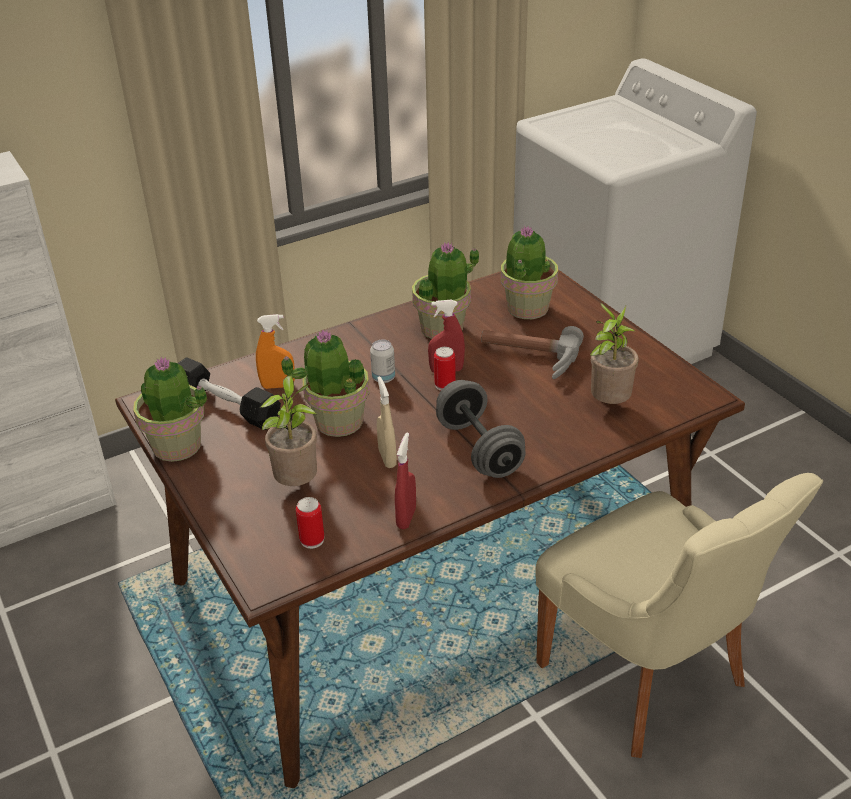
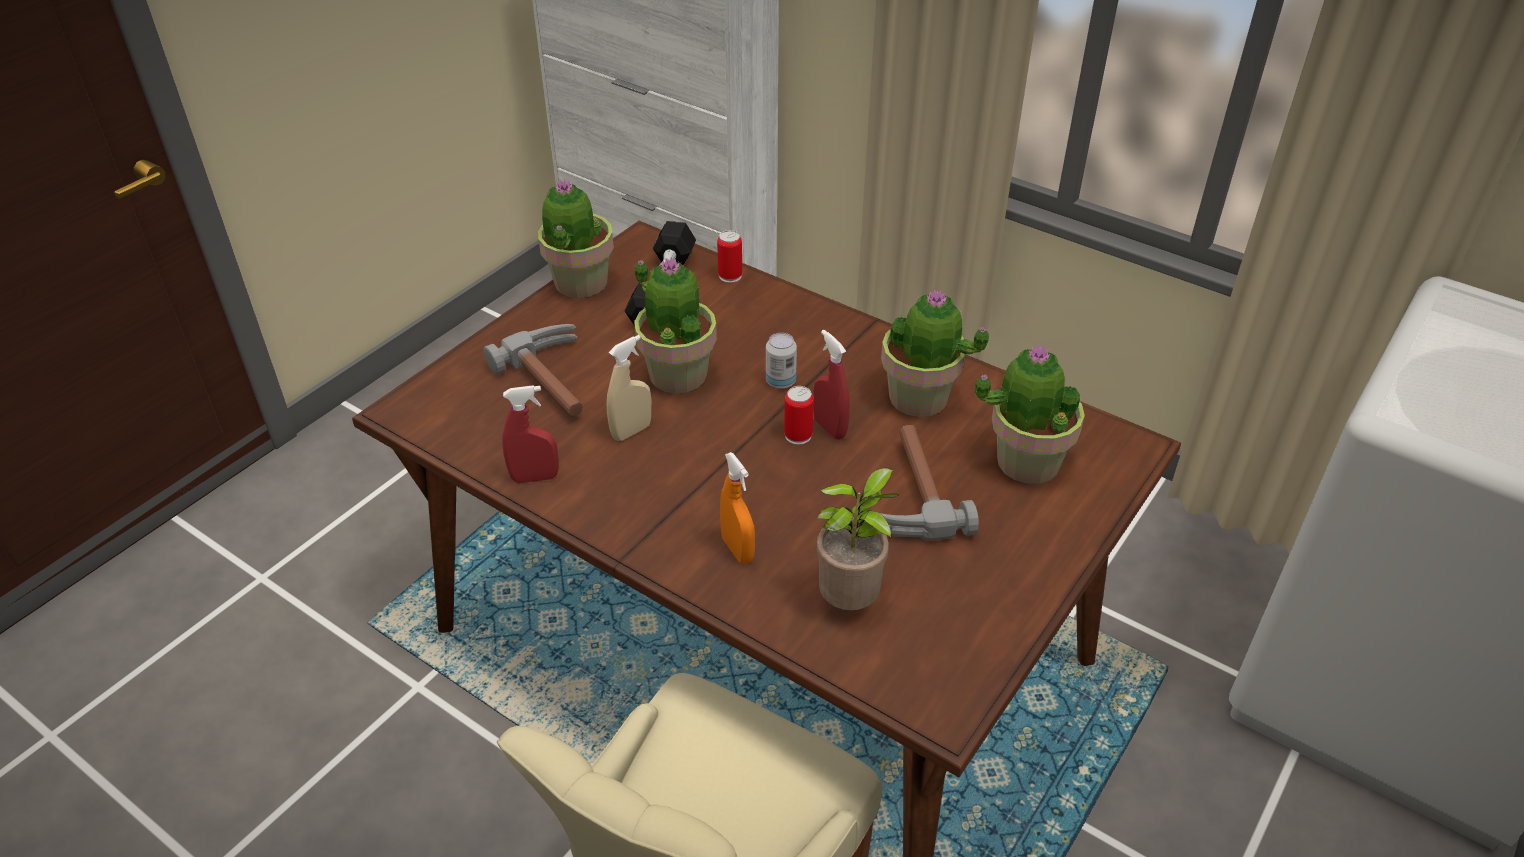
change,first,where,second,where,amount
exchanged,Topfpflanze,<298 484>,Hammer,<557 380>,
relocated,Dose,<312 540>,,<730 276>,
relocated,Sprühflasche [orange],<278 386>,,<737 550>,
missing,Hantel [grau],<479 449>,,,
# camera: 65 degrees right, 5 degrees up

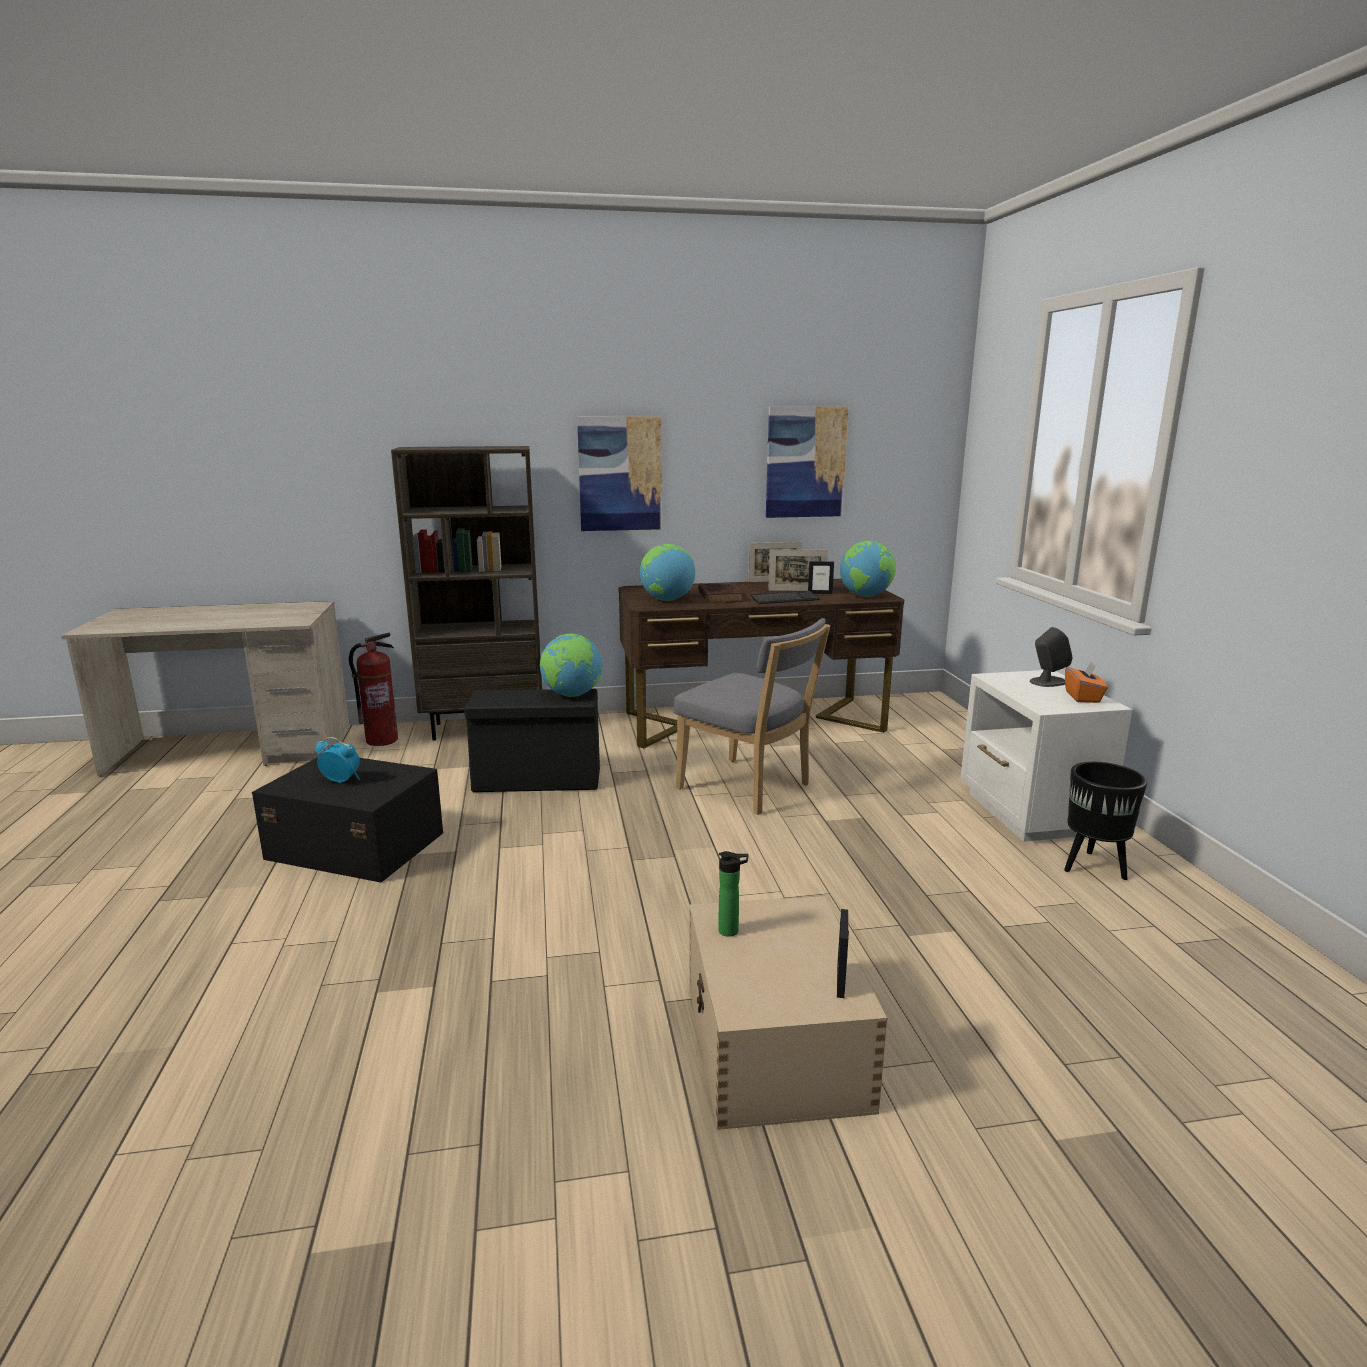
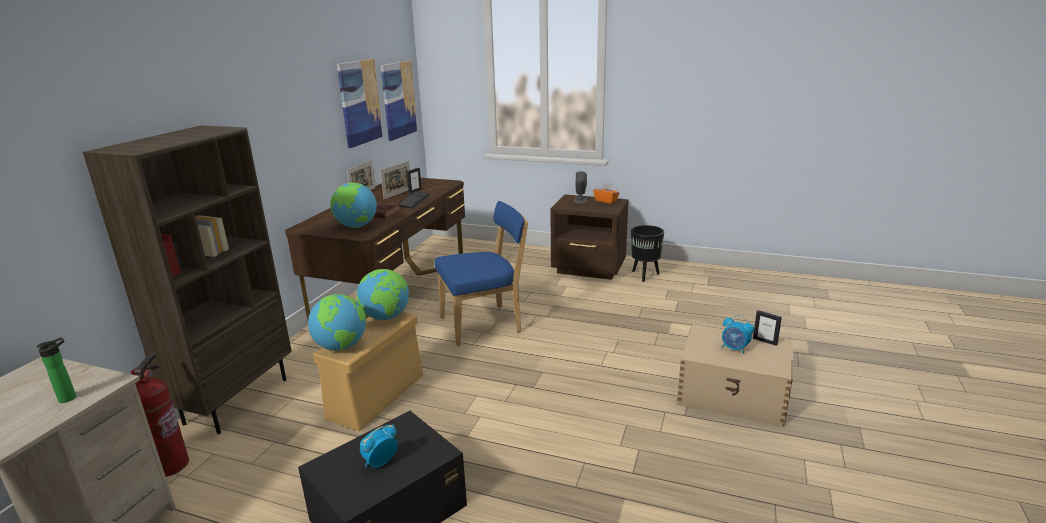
change,first,where,second,where,amount
relocated,Flasche,<731 931>,,<70 397>,
relocated,Globus,<866 596>,,<341 346>,
colour,Aufbewahrungsbox [schwarz],<539 780>,Aufbewahrungsbox [beige],<377 395>,
relocated,Bild,<620 474>,,<398 100>,
colour,Stuhl [grau],<749 788>,Stuhl [blau],<484 324>,
colour,Nachttisch [weiß],<1029 814>,Nachttisch [braun],<589 269>,
appeared,,,Wecker,<734 349>,
# camera: 60 degrees left, 5 degrees up

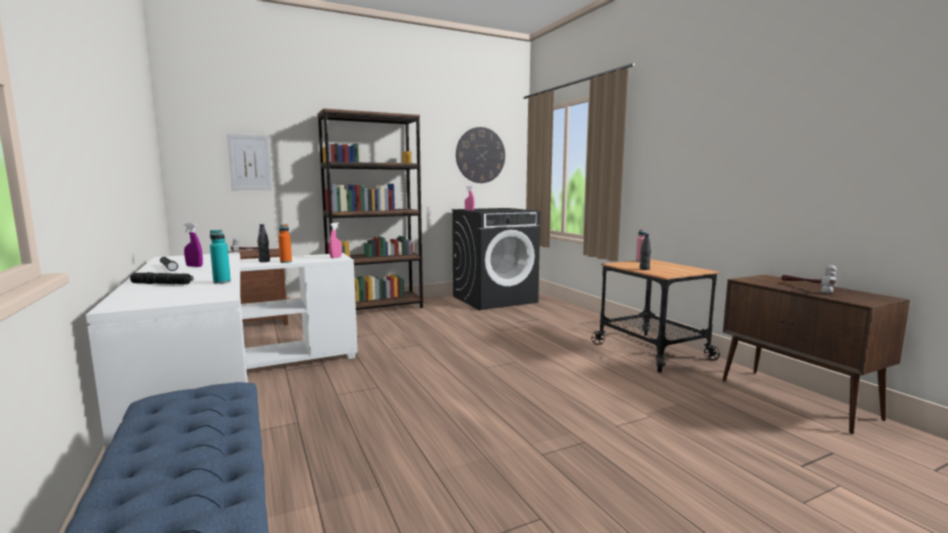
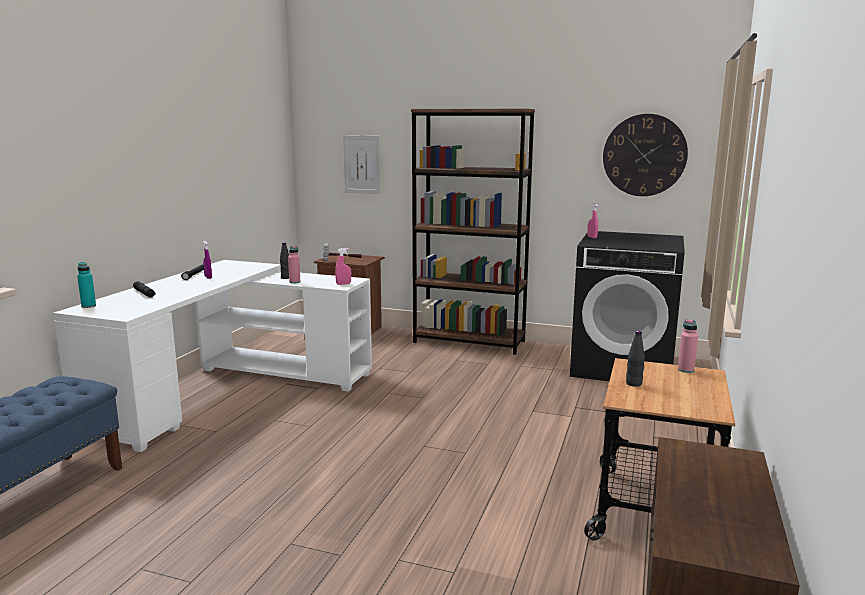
change,first,where,second,where,amount
relocated,Flasche [türkis],<222 282>,,<88 306>,
colour,Flasche [orange],<286 262>,Flasche [rosa],<294 282>,
missing,Hammer,<806 287>,,,
# camera: 45 degrees right, 5 degrees up

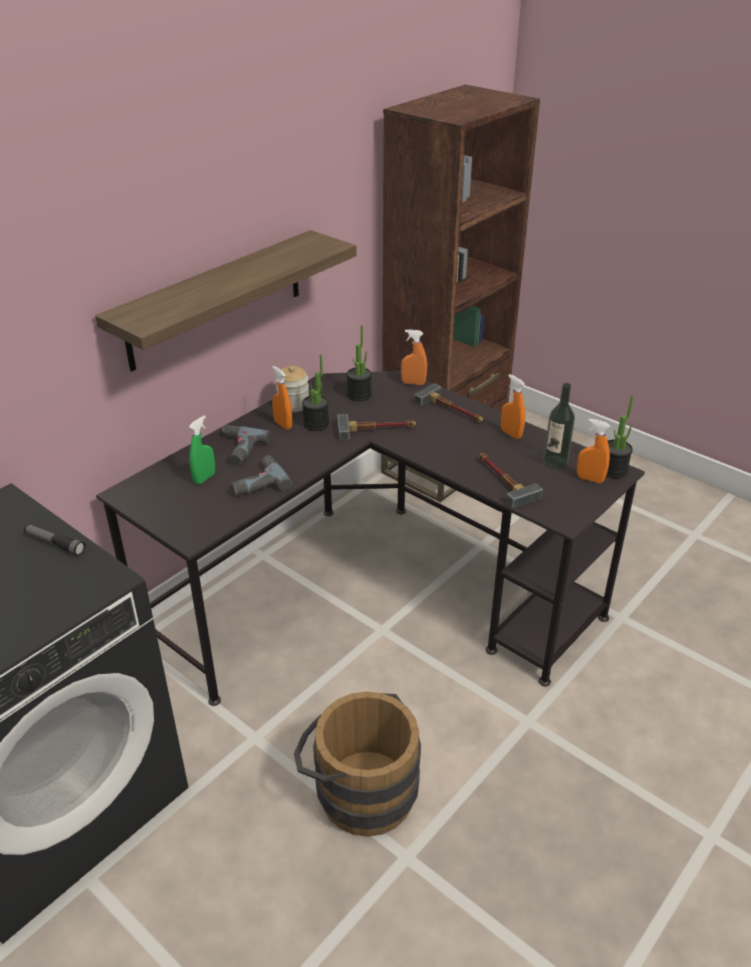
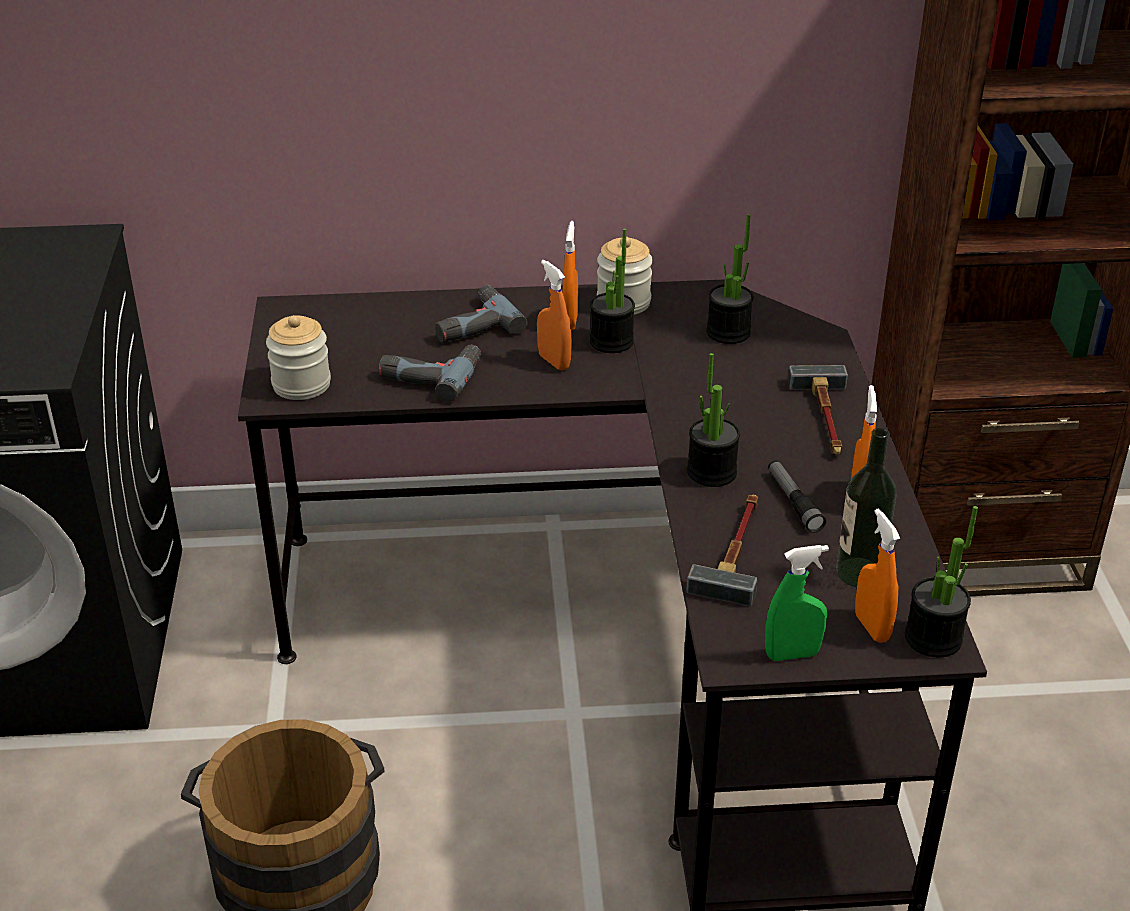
change,first,where,second,where,amount
appeared,,,Vorratsglas,<301 385>,
relocated,Sprühflasche [orange],<413 383>,,<554 362>,
appeared,,,Topfpflanze,<711 472>,
relocated,Sprühflasche [grün],<204 478>,,<792 654>,
relocated,Taschenlampe,<55 544>,,<793 502>,
missing,Wandregal,<216 299>,,,
missing,Hammer,<377 429>,,,
# camera: 45 degrees right, 0 degrees up

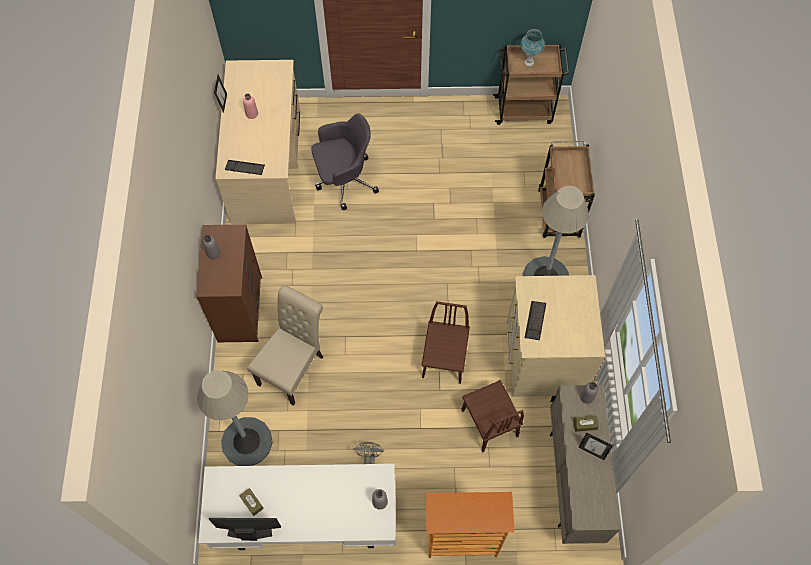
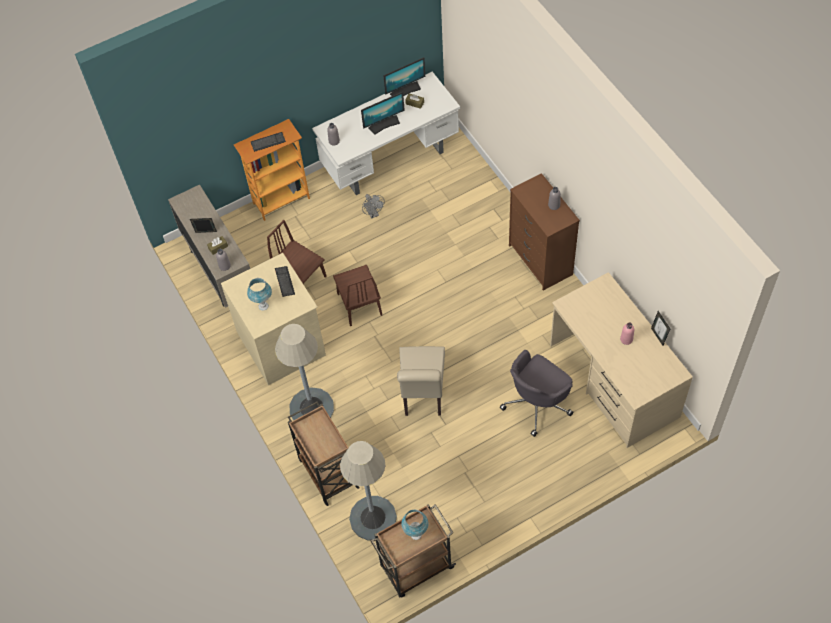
change,first,where,second,where,amount
appeared,,,Tischlampe [blau],<263 306>,
relocated,Tastatur,<245 168>,,<268 142>,
relocated,Stehlampe [grau],<246 442>,,<373 518>,
appeared,,,Monitor,<384 124>,
relocated,Stuhl [beige],<294 367>,,<423 395>,
# camera: 155 degrees right, 5 degrees down

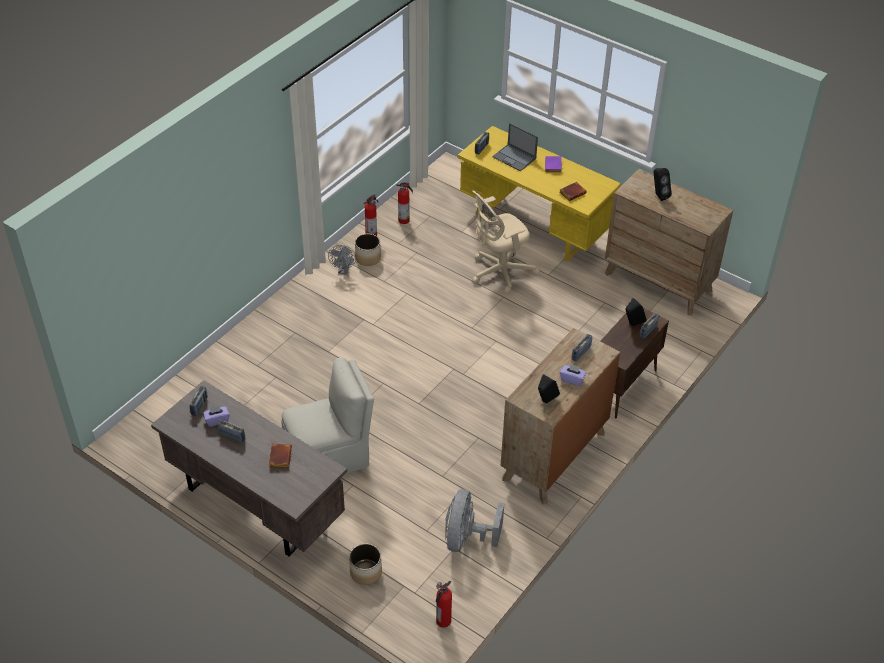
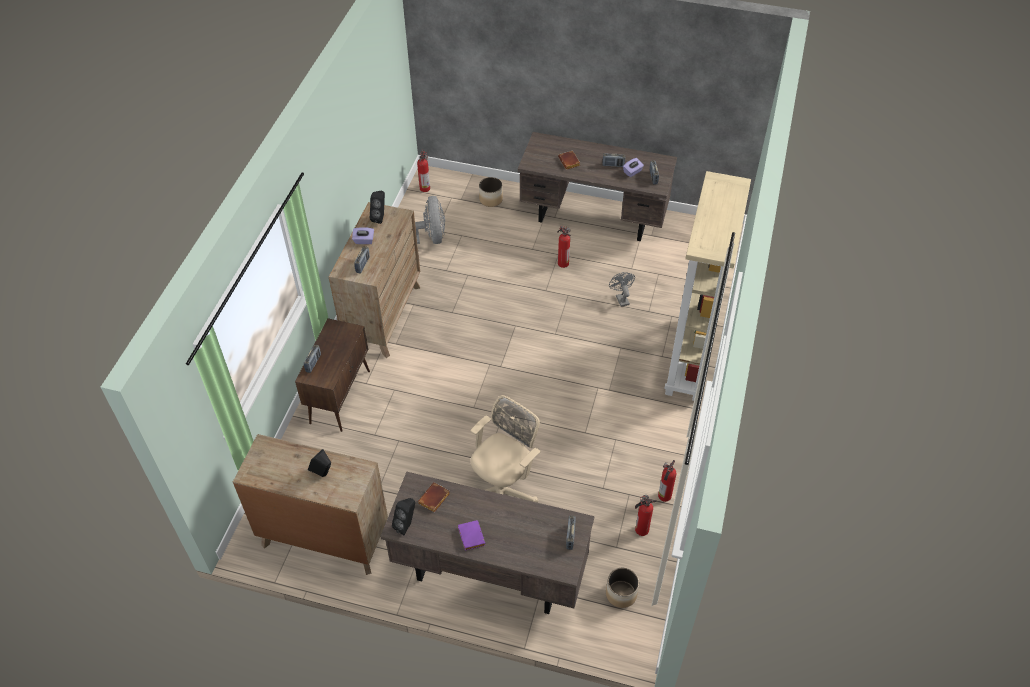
change,first,where,second,where,amount
colour,Schreibtisch [gelb],<534 227>,Schreibtisch [braun],<489 573>,
relocated,Lautsprecher [schwarz],<632 325>,,<406 525>,
exchanged,Stuhl [beige],<329 457>,Feuerlöscher,<562 263>,
relocated,Pflanzkübel,<368 258>,,<620 594>,
relocated,Ventilator [grau],<343 270>,,<621 298>,
appeared,,,Bücherregal [beige],<691 360>,
missing,Laptop,<514 158>,,,
# camera: 160 degrees right, 5 degrees up

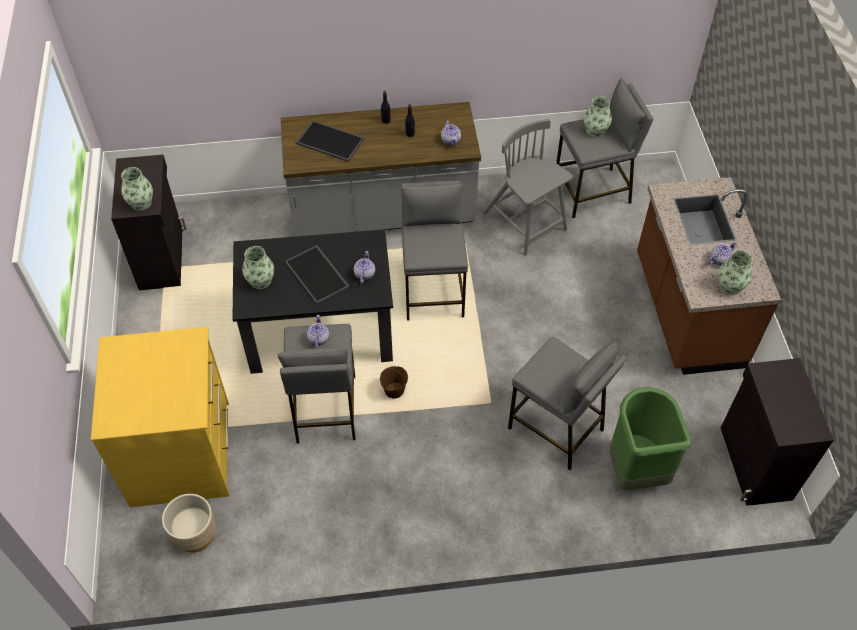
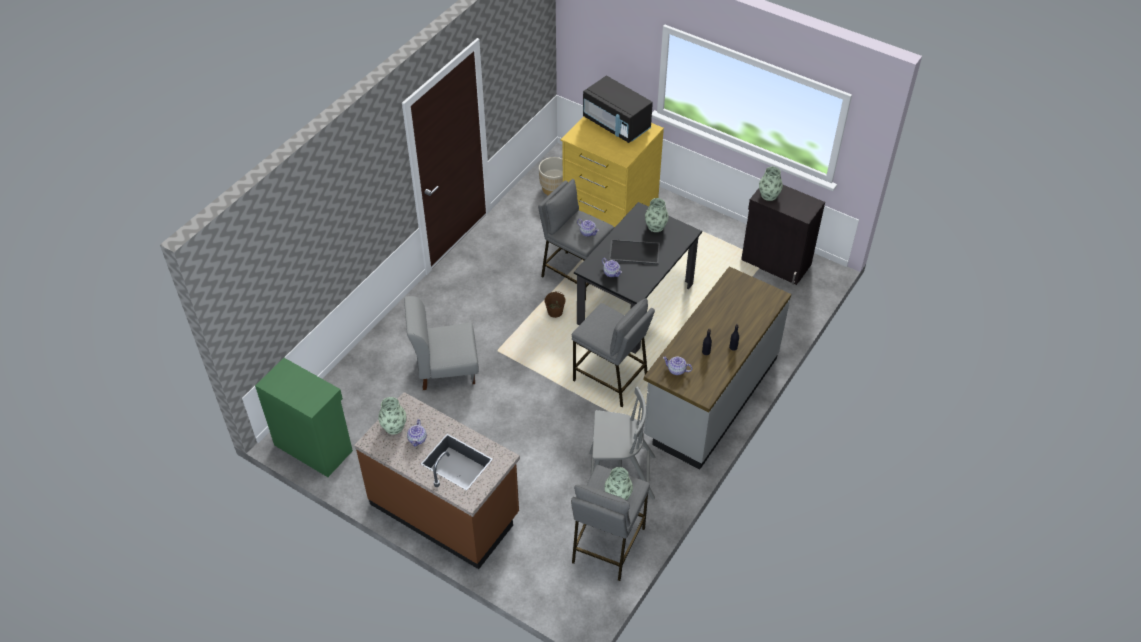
change,first,where,second,where,amount
colour,Schrank [schwarz],<754 464>,Schrank [grün],<313 446>,
exchanged,Hocker [grau],<556 429>,Stuhl [grau],<446 368>,
appeared,,,Mikrowelle [schwarz],<616 124>,
missing,Tablett,<329 142>,,,
missing,Mülleimer [grün],<635 470>,,,
# camera: 130 degrees right, 5 degrees down

